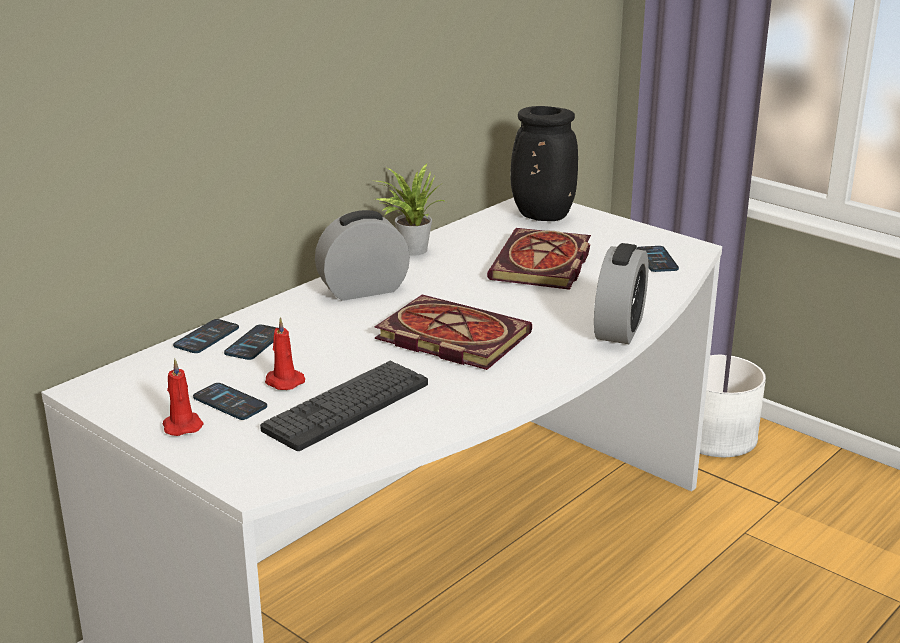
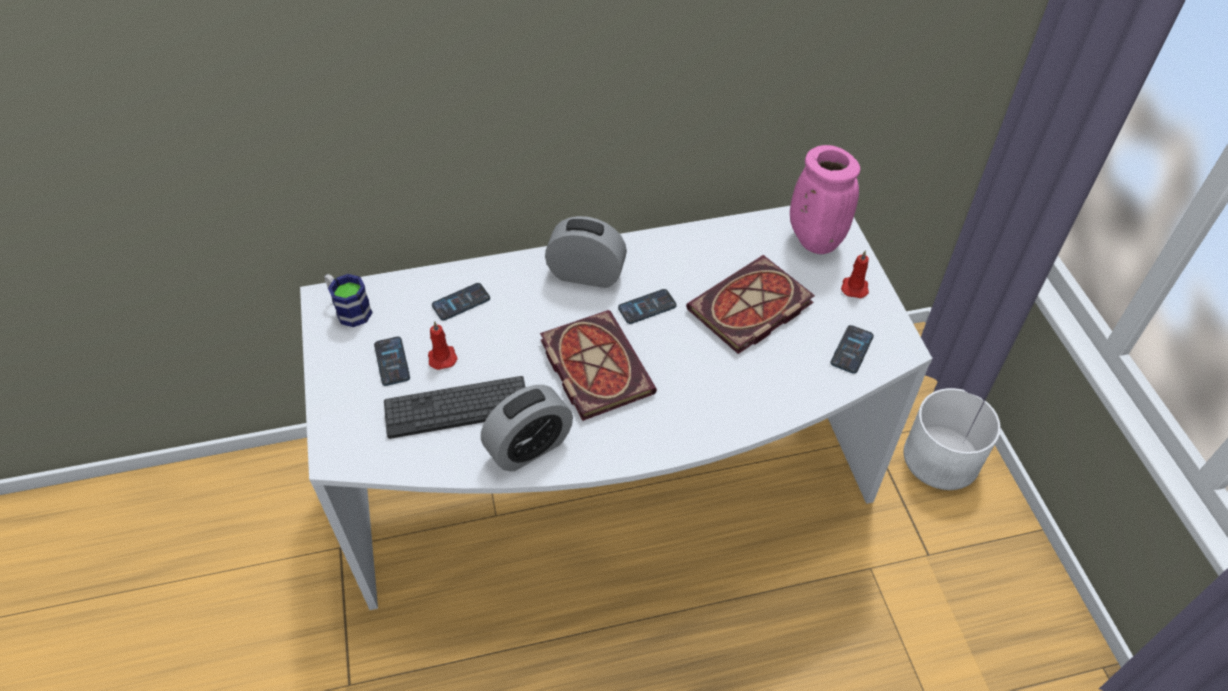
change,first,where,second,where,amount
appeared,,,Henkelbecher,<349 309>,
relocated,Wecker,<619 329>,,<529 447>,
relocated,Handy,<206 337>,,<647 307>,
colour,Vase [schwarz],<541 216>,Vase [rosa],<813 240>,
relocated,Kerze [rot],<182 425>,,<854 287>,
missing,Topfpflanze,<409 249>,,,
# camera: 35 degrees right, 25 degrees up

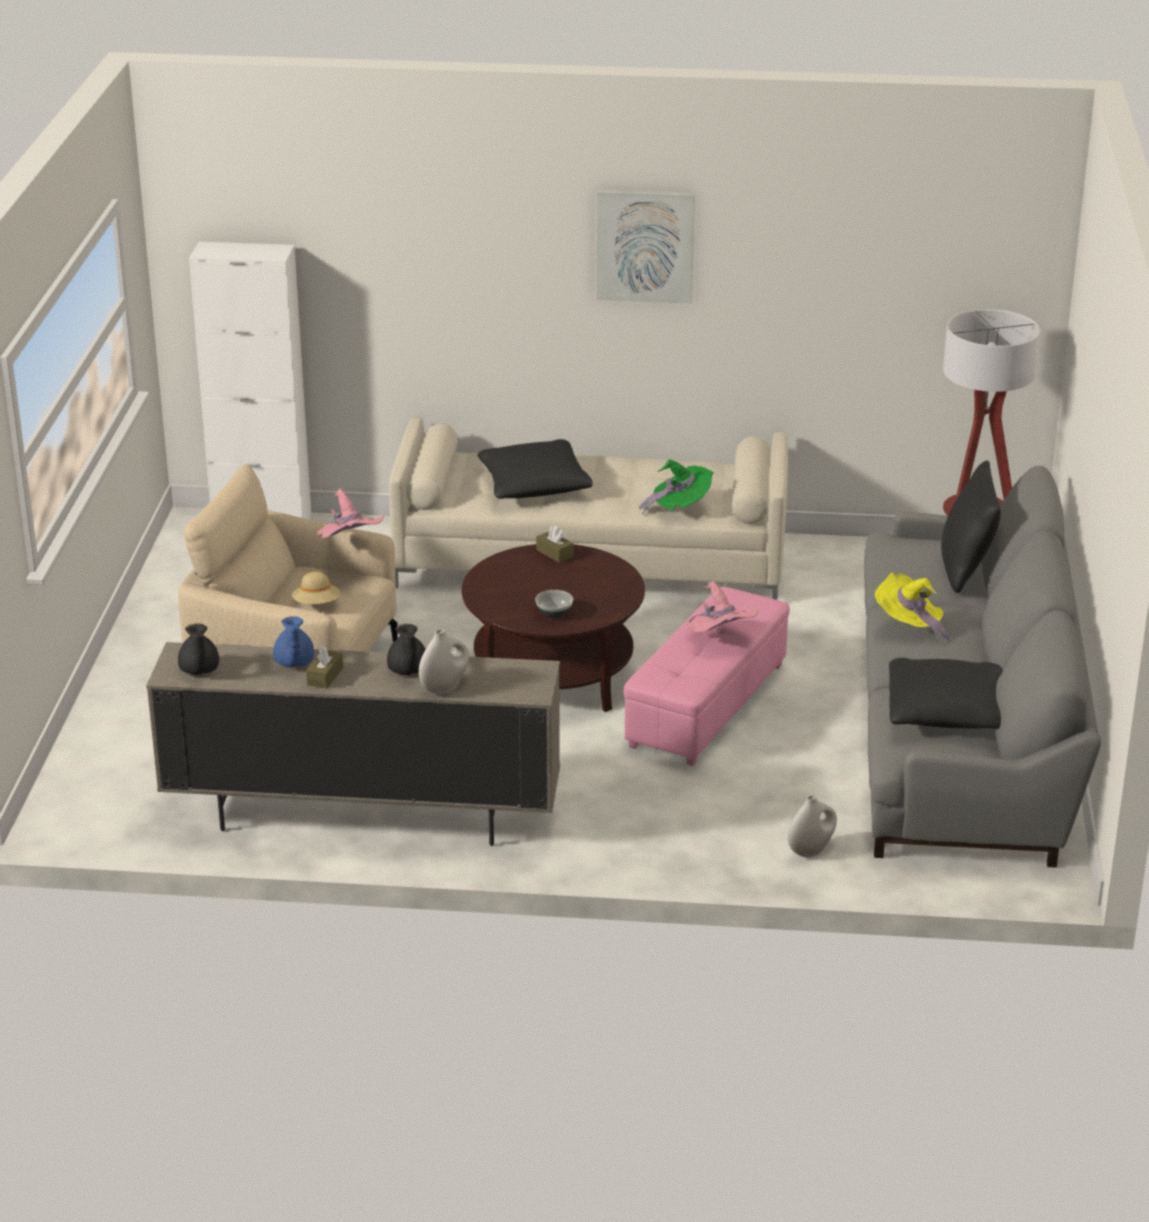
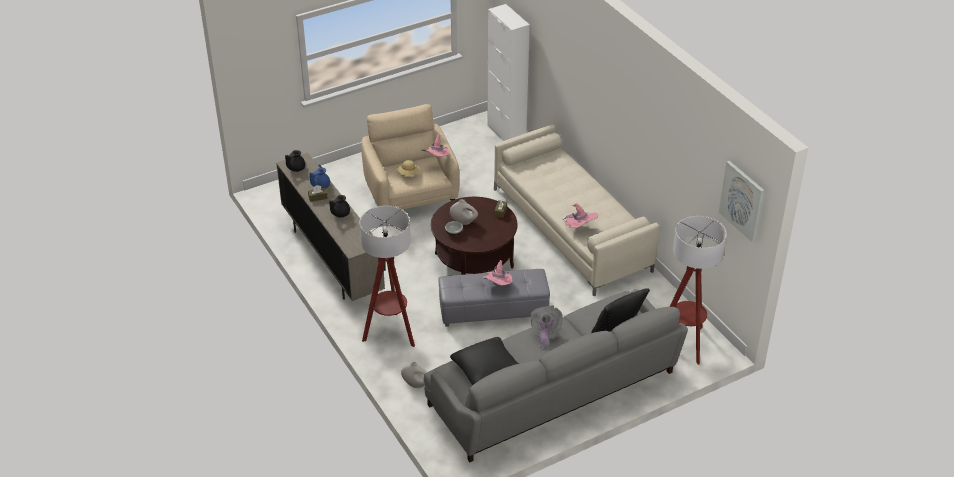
change,first,where,second,where,amount
appeared,,,Stehlampe,<391 333>,
colour,Polsterhocker [rosa],<707 706>,Polsterhocker [grau],<493 311>,
relocated,Vase [weiß],<444 687>,,<463 222>,
colour,Hut [gelb],<909 626>,Hut [grau],<545 332>,
colour,Hut [grün],<680 507>,Hut [rosa],<579 227>,
relocated,Bild,<645 245>,,<742 201>,
missing,Kissen [schwarz],<534 485>,,,
# camera: 55 degrees right, 10 degrees up

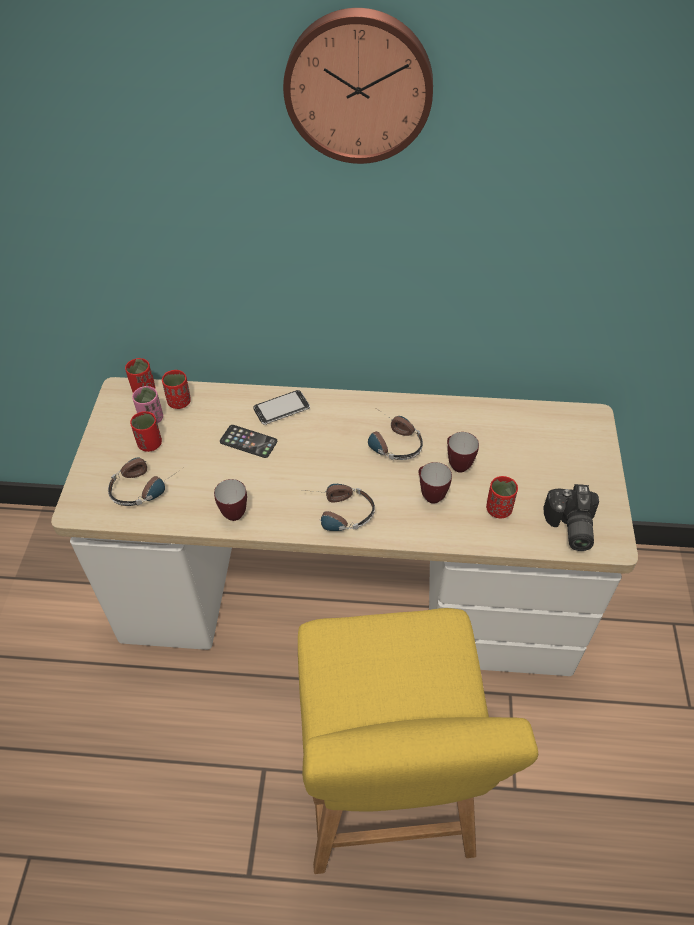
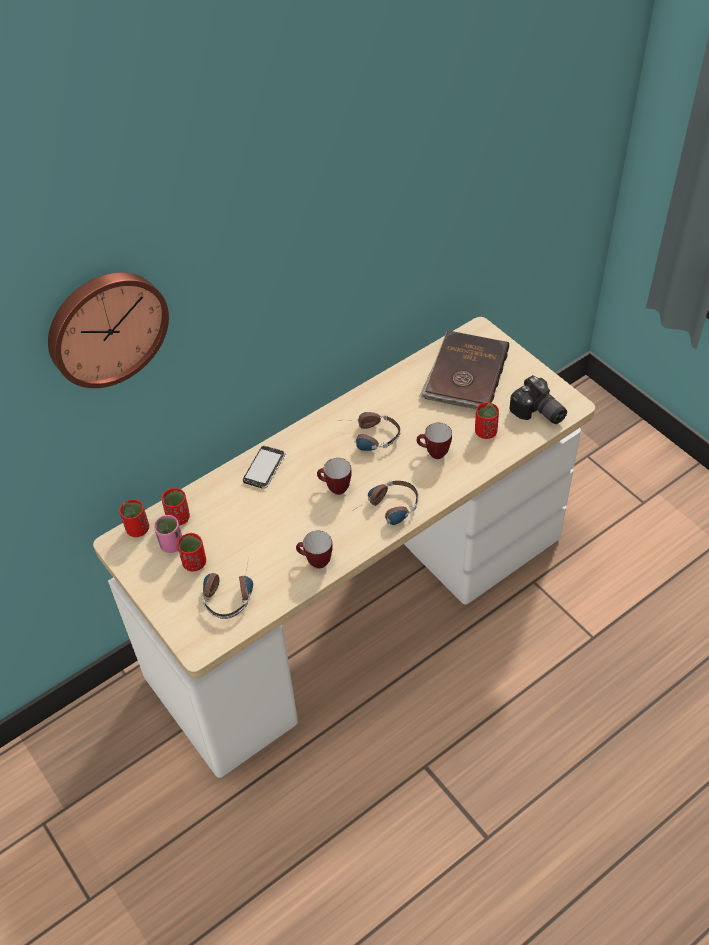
change,first,where,second,where,amount
relocated,Wanduhr,<358 86>,,<106 327>,
relocated,Henkelbecher,<456 464>,,<334 489>,
appeared,,,Buch [braun],<465 374>,
missing,Handy,<248 442>,,,
missing,Stuhl [gelb],<386 794>,,,
# camera: 40 degrees left, 0 degrees up

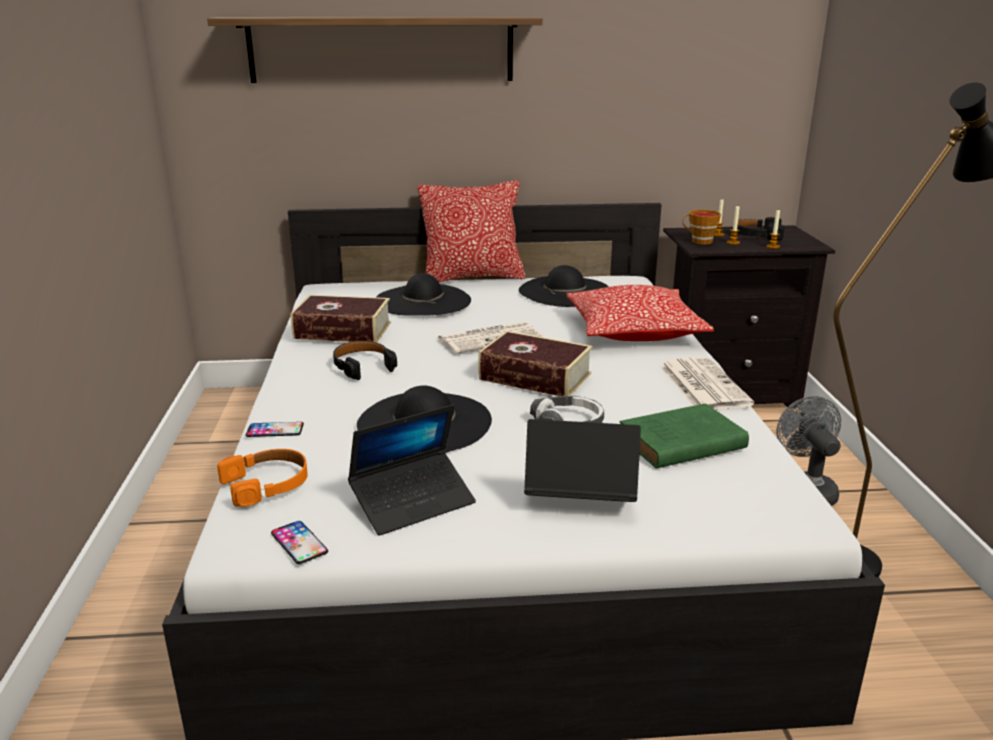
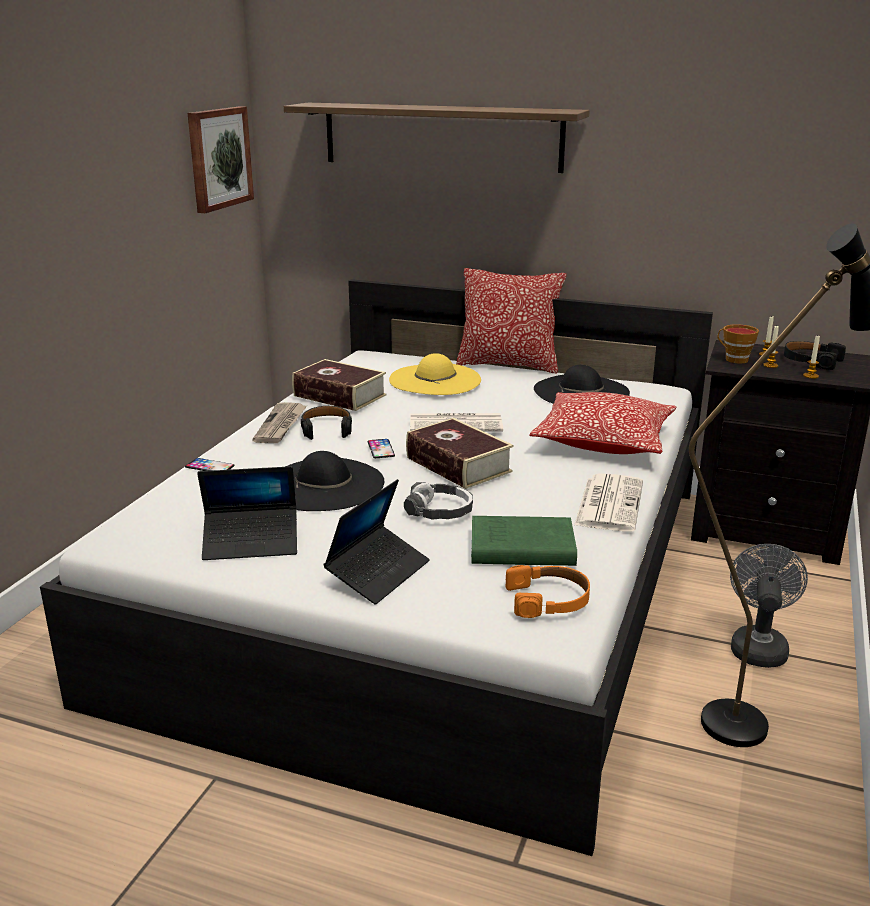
change,first,where,second,where,amount
appeared,,,Bild,<218 158>,
appeared,,,Zeitung,<281 425>,
spun,Laptop,<579 500>,,<378 573>,90 degrees clockwise
relocated,Handy,<299 542>,,<381 449>,
colour,Hut [schwarz],<423 300>,Hut [gelb],<435 379>,
relocated,Kopfhörer [orange],<267 484>,,<548 600>,
# camera: 25 degrees right, 0 degrees up

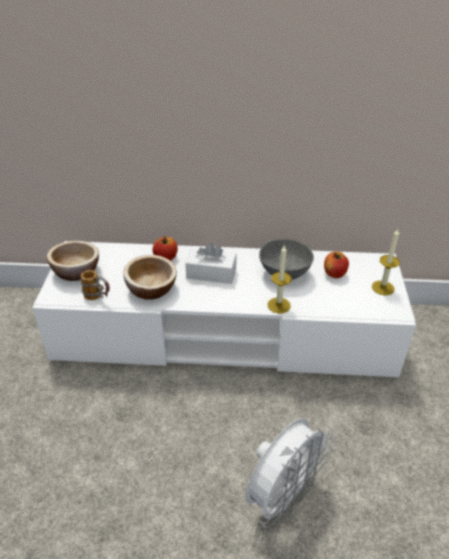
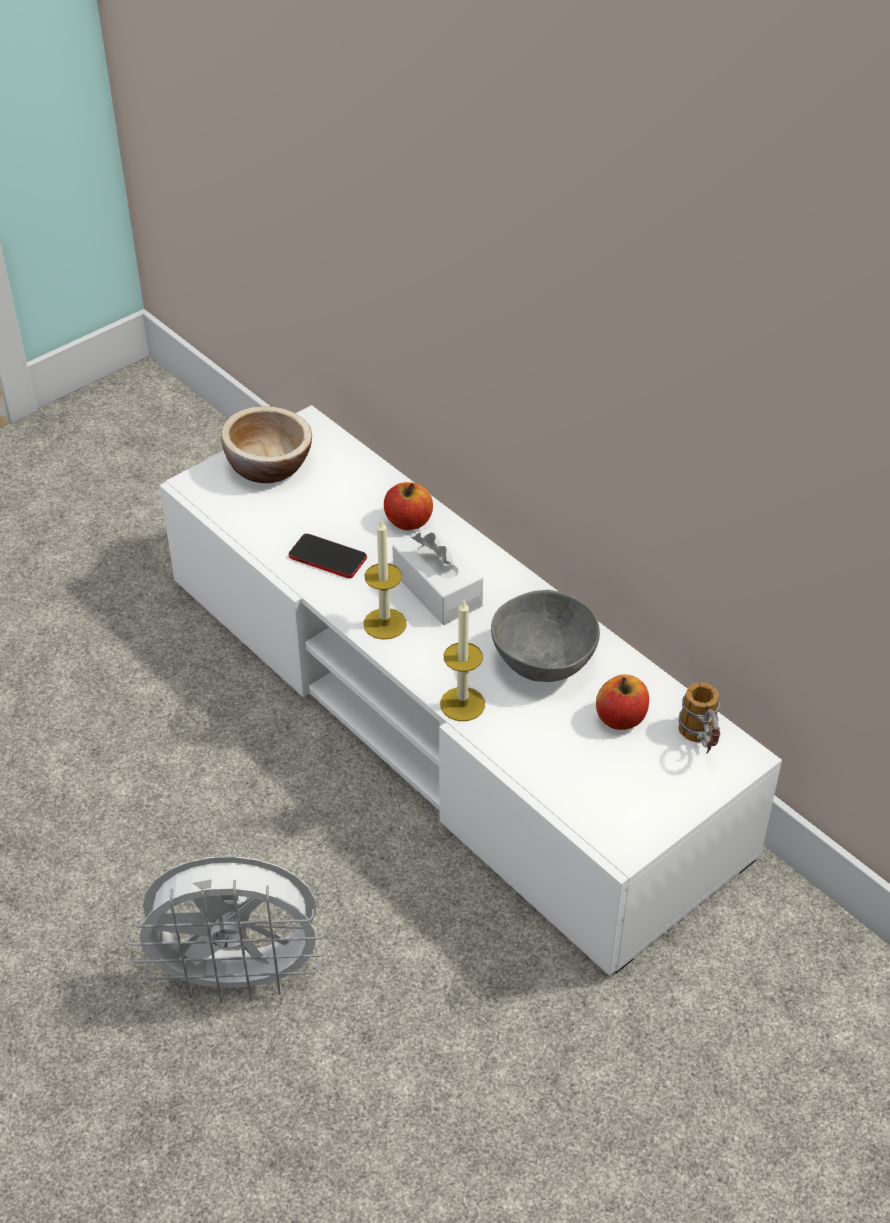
change,first,where,second,where,amount
exchanged,Schüssel,<151 289>,Handy,<327 557>,
relocated,Kerze,<383 288>,,<385 624>,
relocated,Henkelbecher,<99 298>,,<701 742>,
# camera: 45 degrees right, 5 degrees up

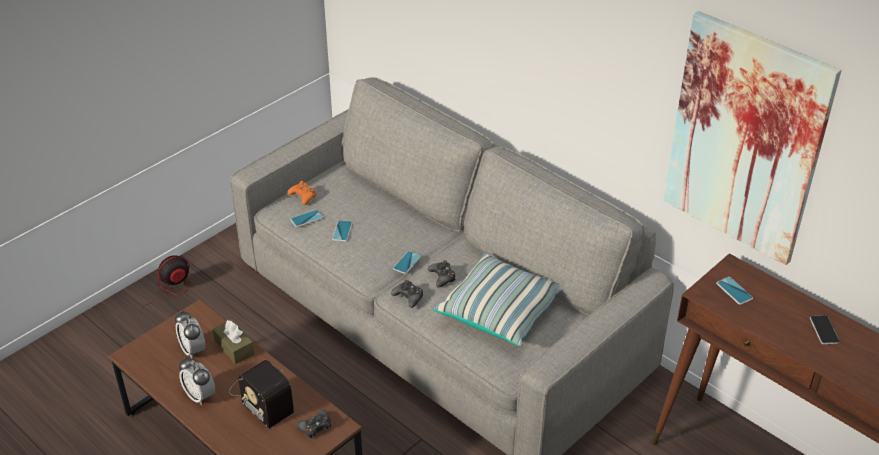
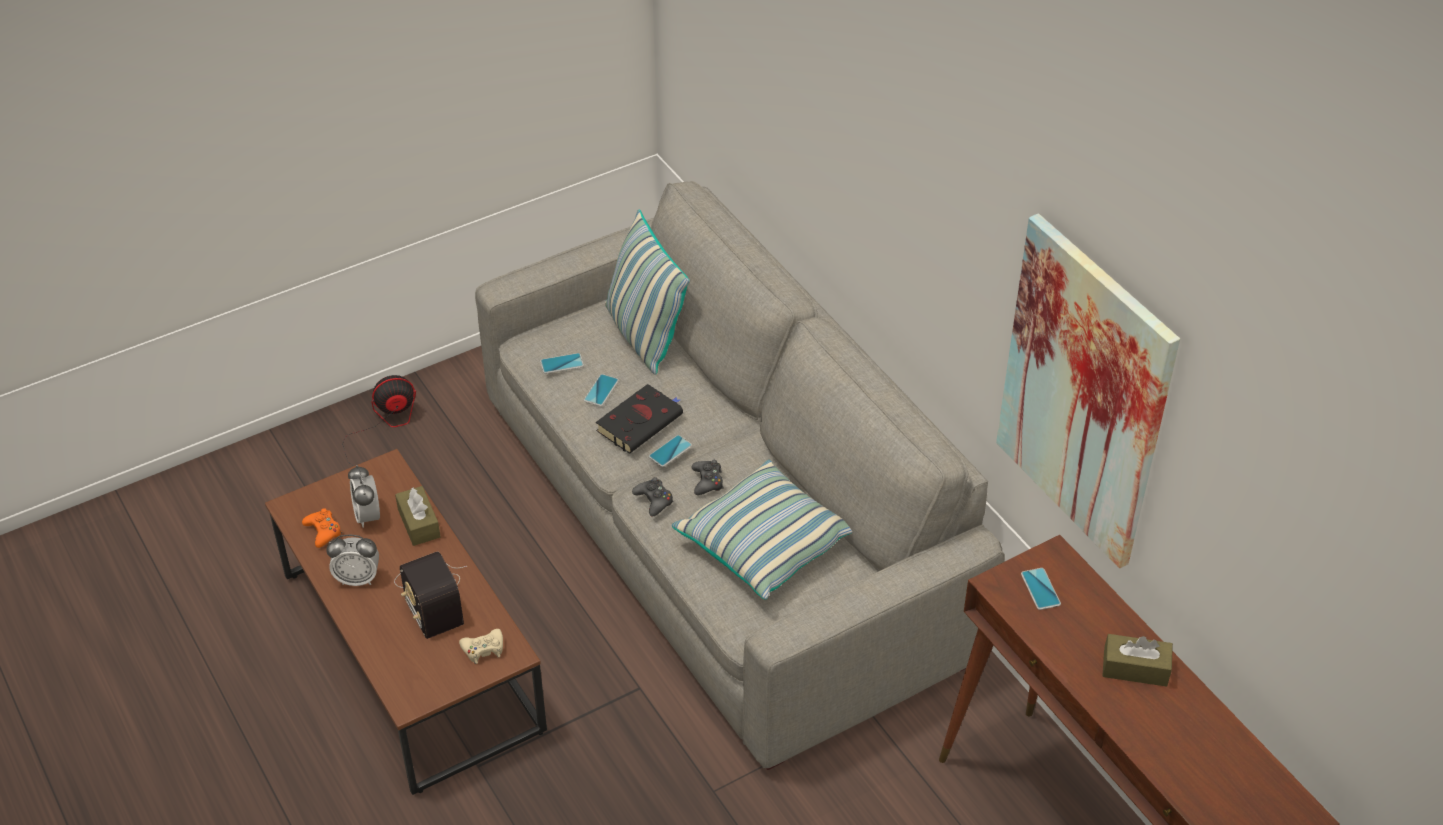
change,first,where,second,where,amount
relocated,Gamepad [orange],<303 196>,,<323 531>,
spun,Wecker,<200 396>,,<357 578>,60 degrees counterclockwise
colour,Gamepad [schwarz],<315 427>,Gamepad [beige],<483 649>,
appeared,,,Buch [schwarz],<641 422>,
appeared,,,Kissen,<644 335>,
exchanged,Handy,<824 330>,Taschentuchbox [braun],<1135 668>,
# camera: 15 degrees right, 5 degrees up

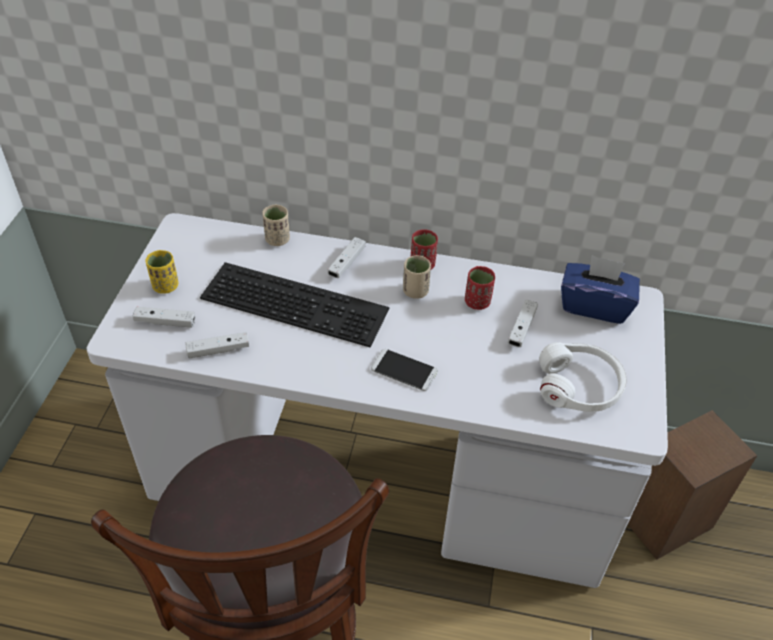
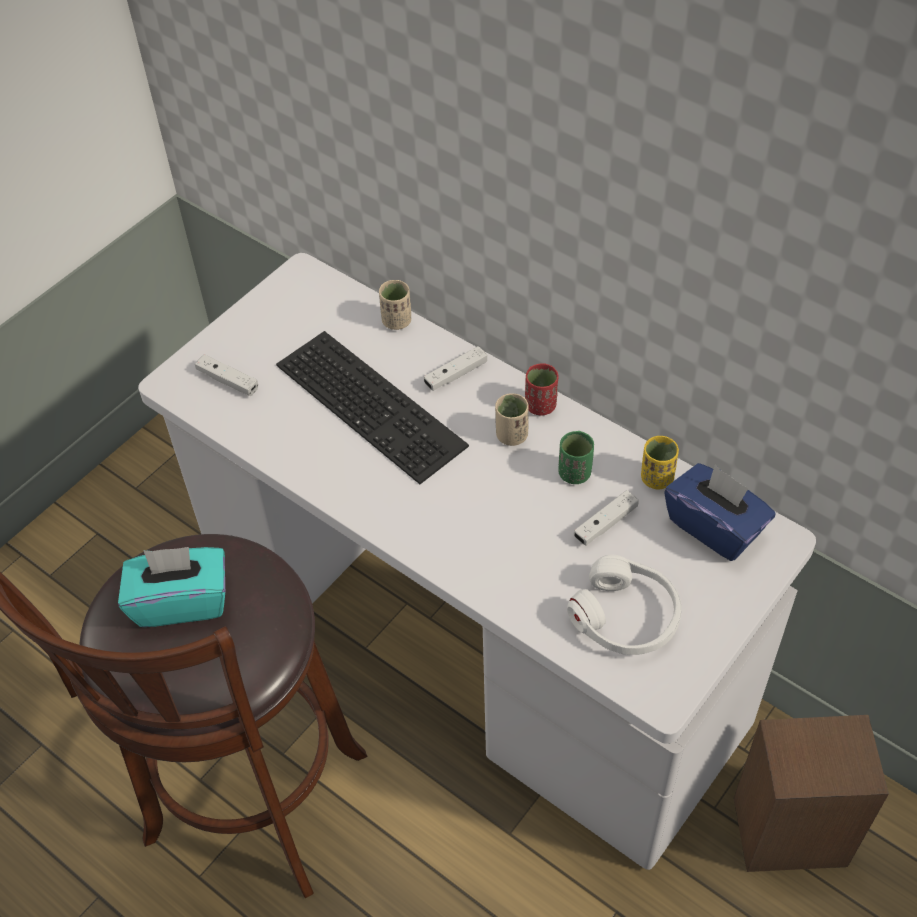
change,first,where,second,where,amount
appeared,,,Taschentuchbox [türkis],<181 601>,
colour,Tasse [rot],<477 302>,Tasse [grün],<574 473>,
relocated,Tasse [gelb],<165 286>,,<657 478>,
missing,Gamepad [weiß],<218 350>,,,
missing,Handy,<404 370>,,,
# camera: 30 degrees right, 5 degrees up

